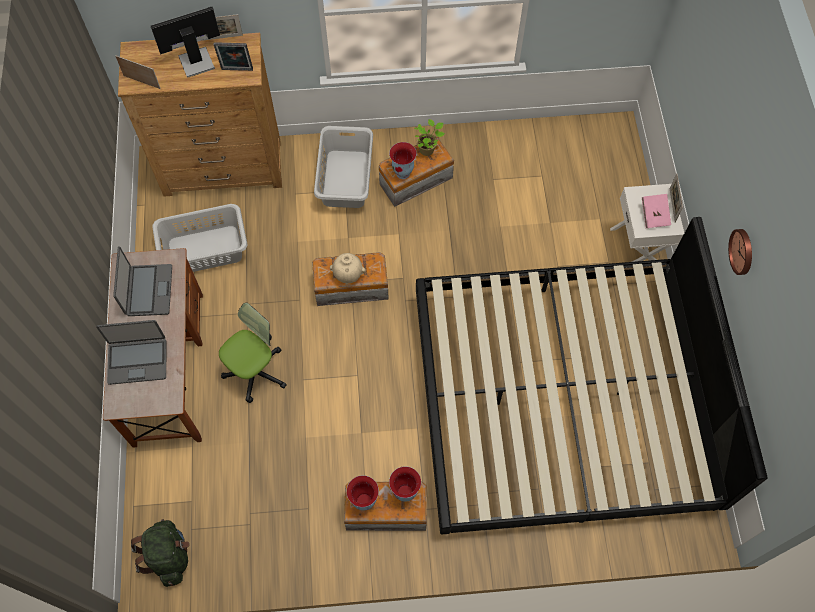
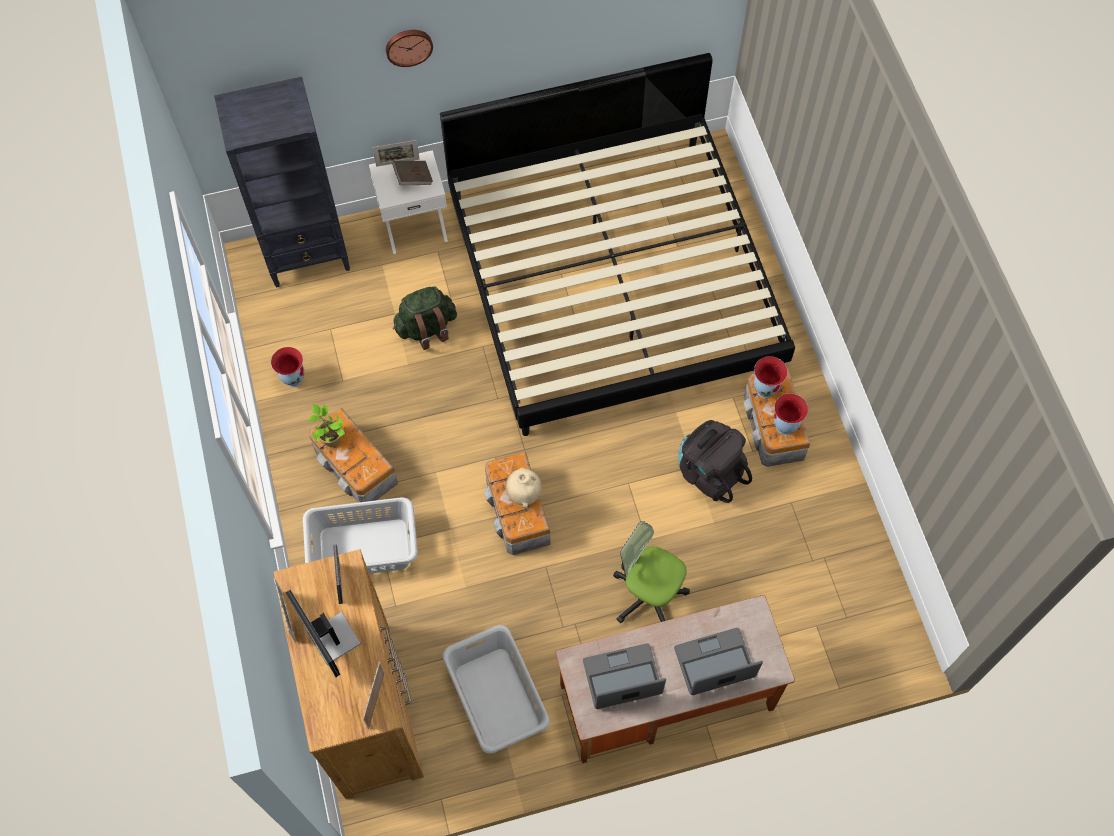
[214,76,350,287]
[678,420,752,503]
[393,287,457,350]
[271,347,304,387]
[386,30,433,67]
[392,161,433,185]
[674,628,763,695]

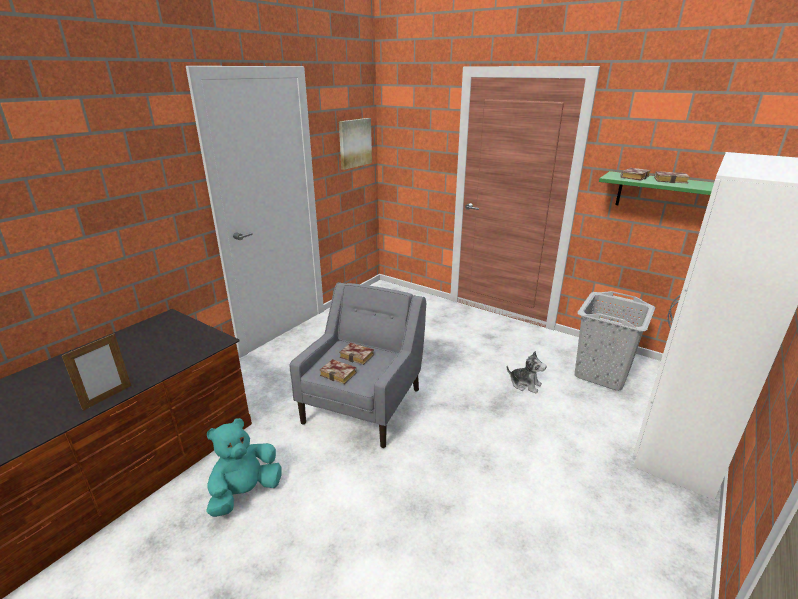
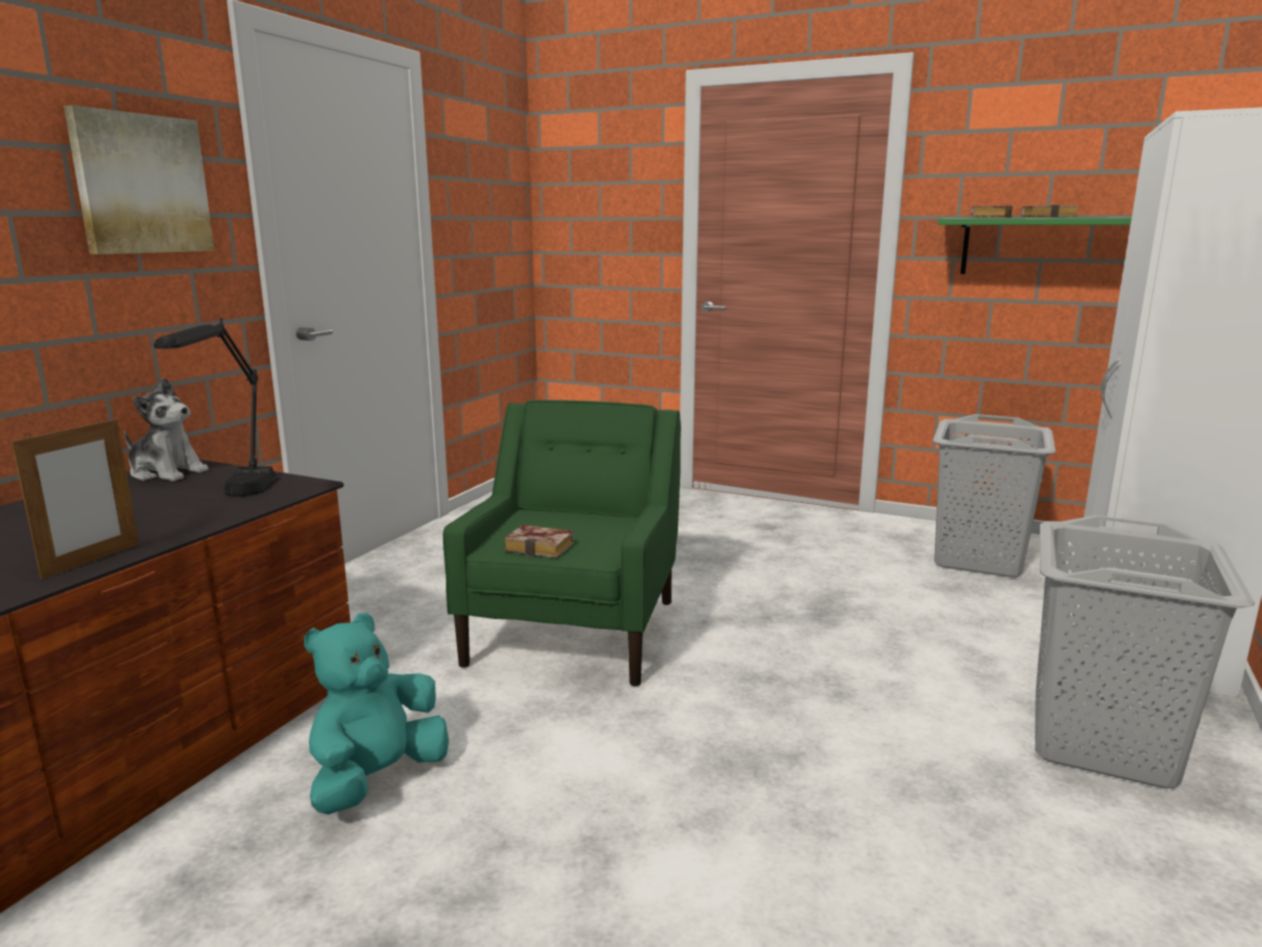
[339,343,374,365] (first image)
[154,317,277,497]
[1035,515,1255,788]
[64,105,214,254]
[124,377,209,481]
[443,400,681,686]

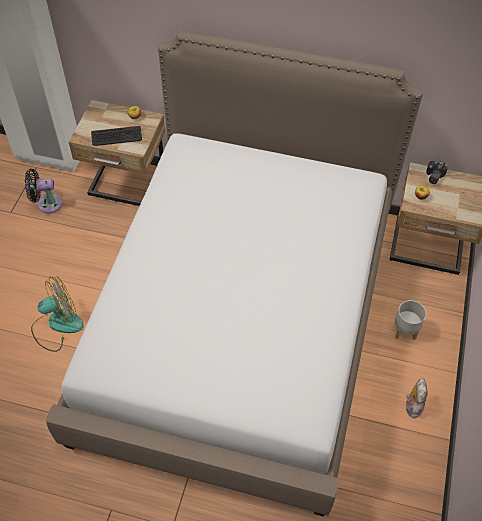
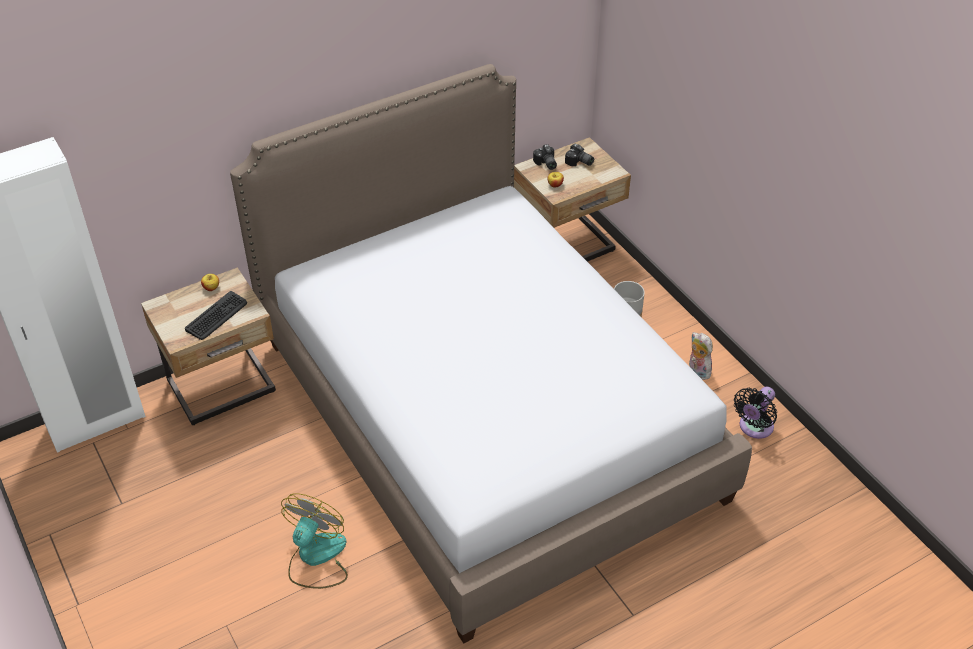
[565,144,594,166]
[734,387,777,439]

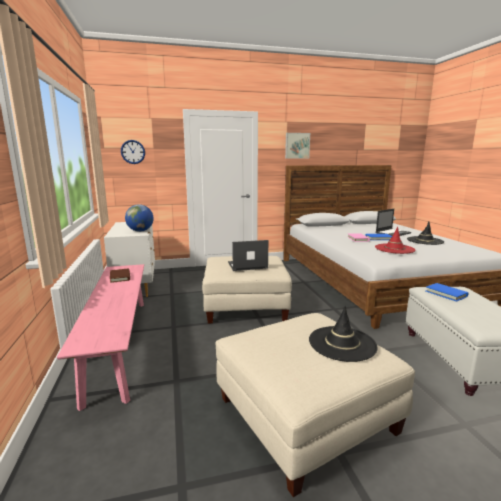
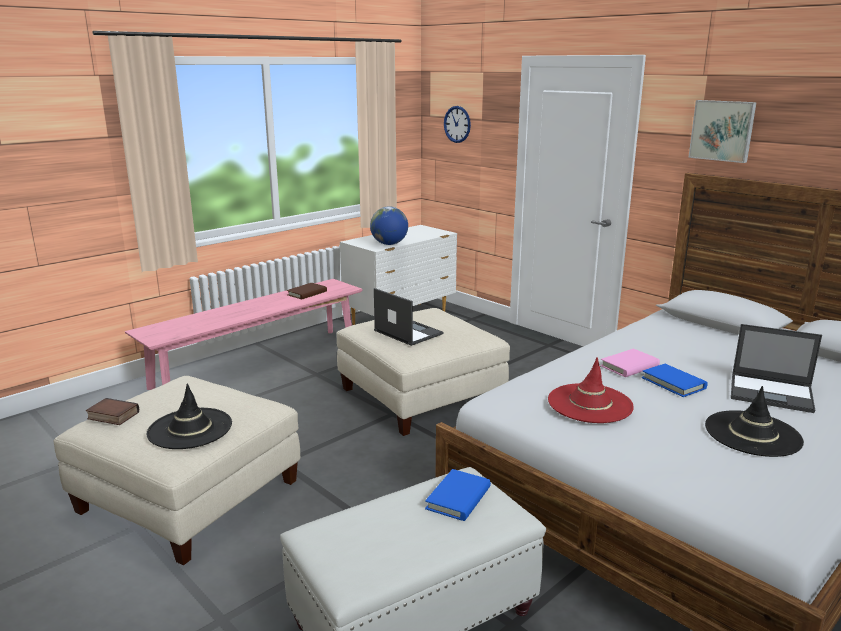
[86,398,139,425]

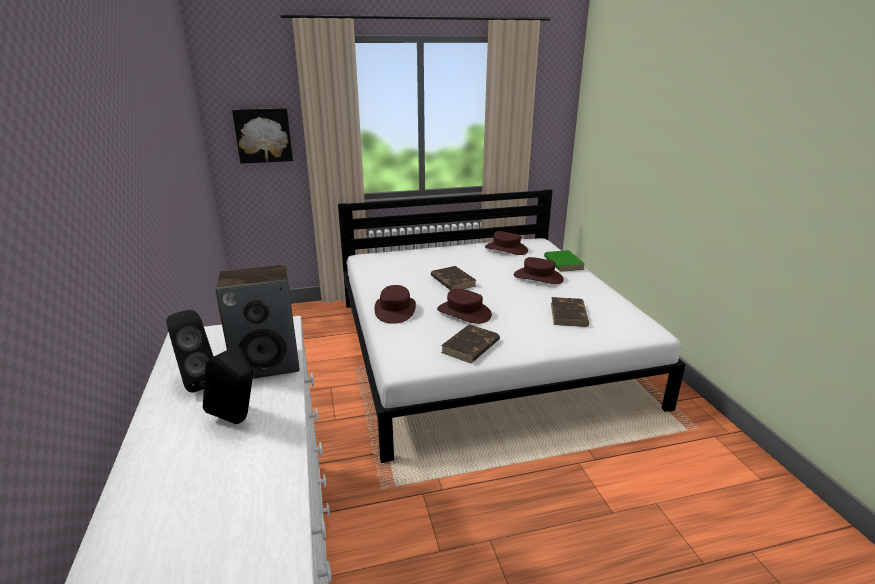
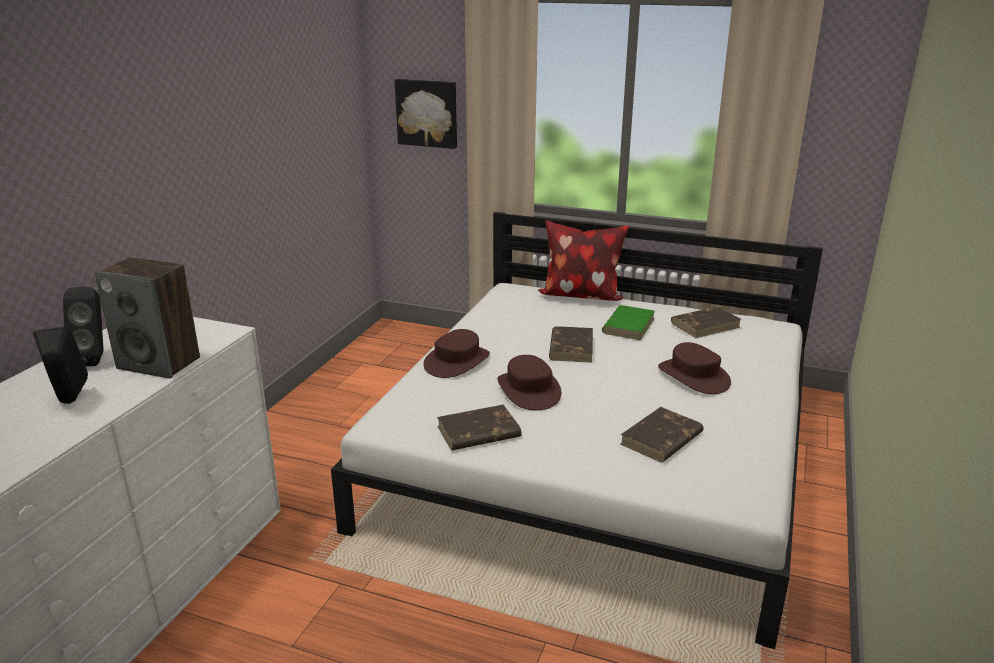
[538,220,629,301]
[602,305,655,340]
[671,307,742,338]

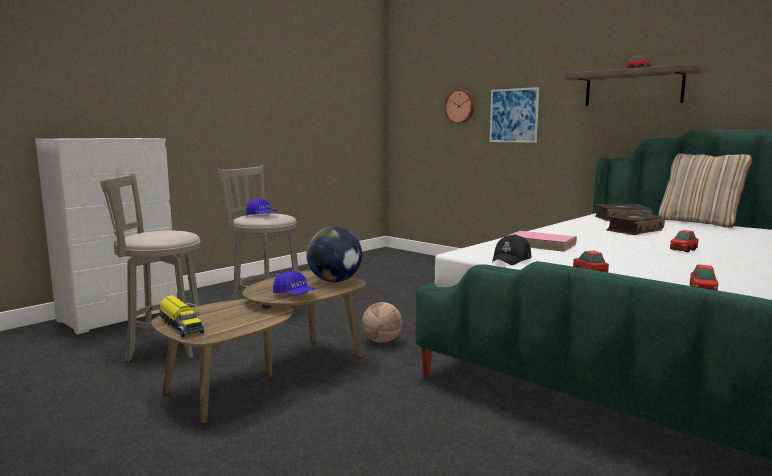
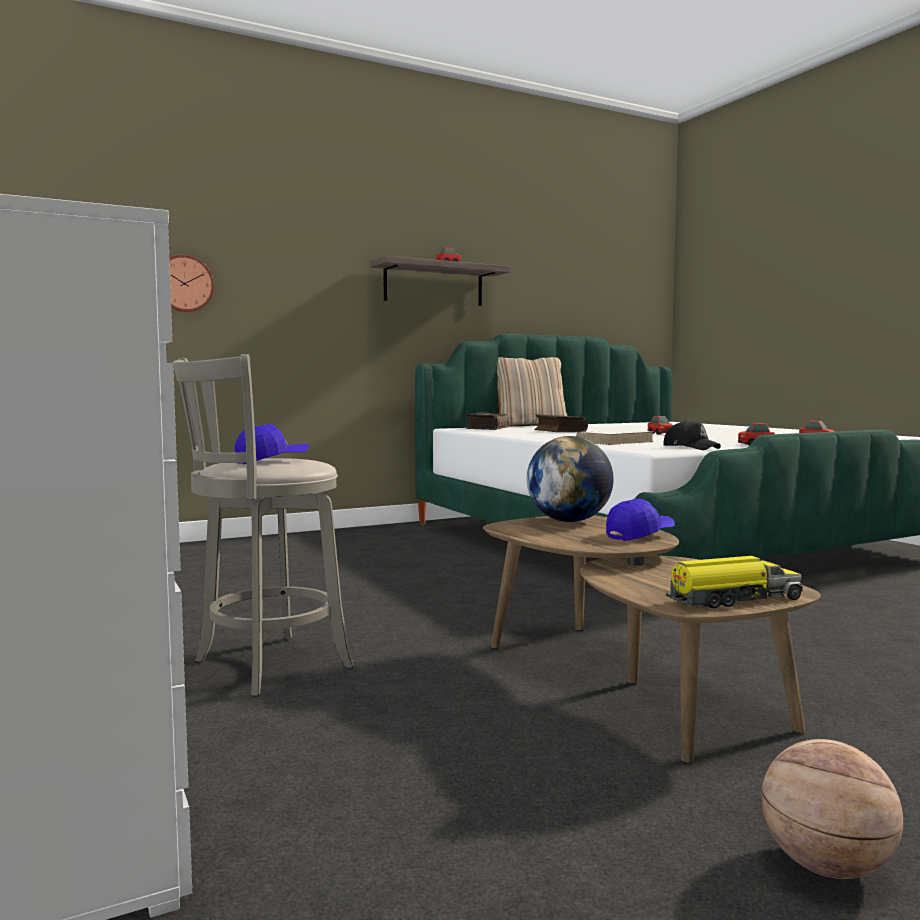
[100,173,200,362] (first image)
[490,87,539,143] (first image)
[761,739,903,879]
[576,430,653,445]

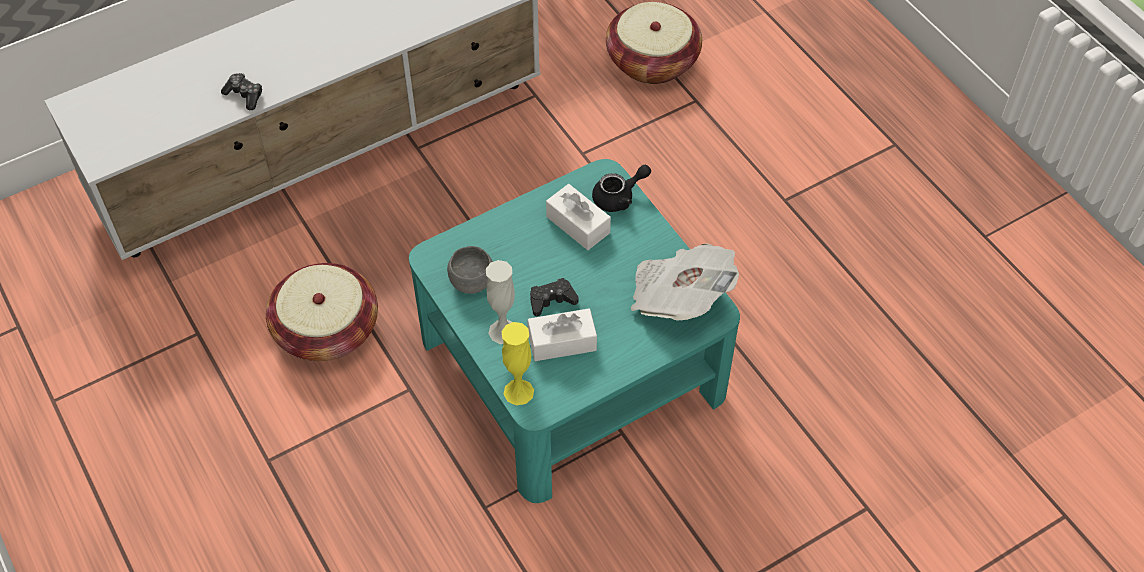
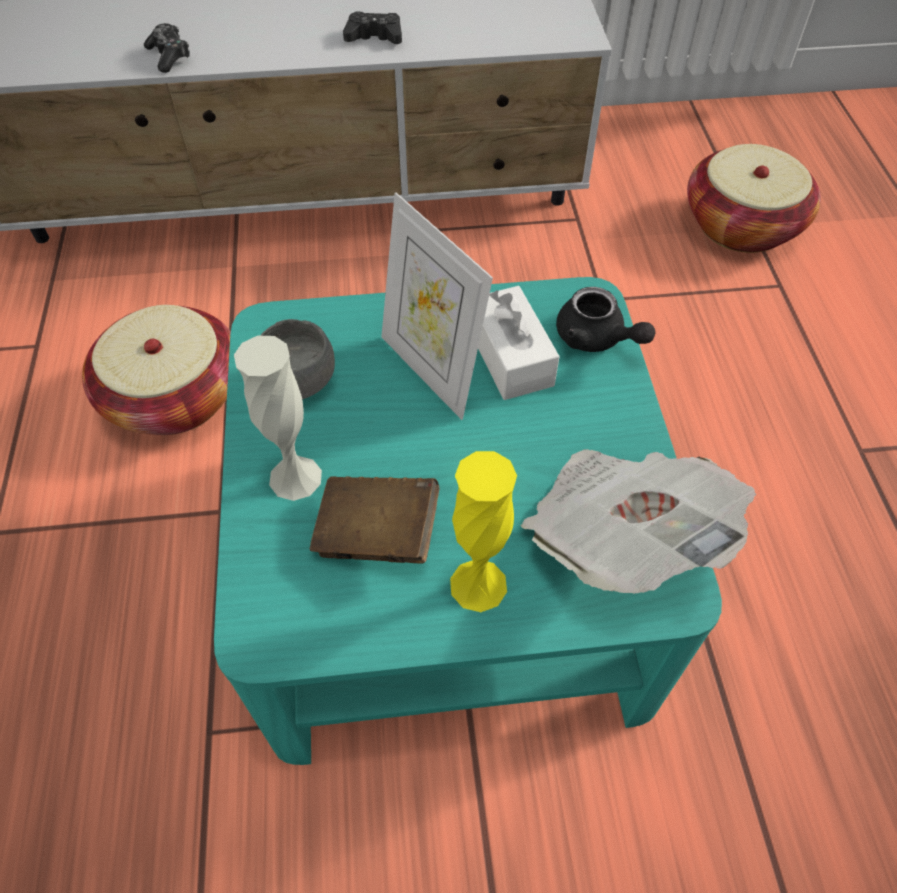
[381,193,493,420]
[450,451,517,612]
[343,11,402,44]
[310,476,439,563]
[556,287,656,352]

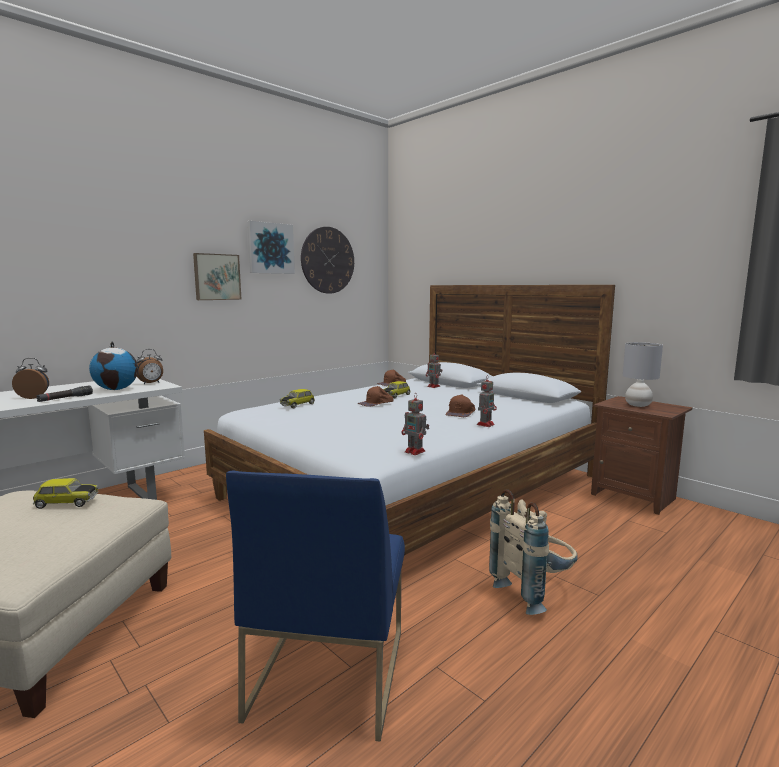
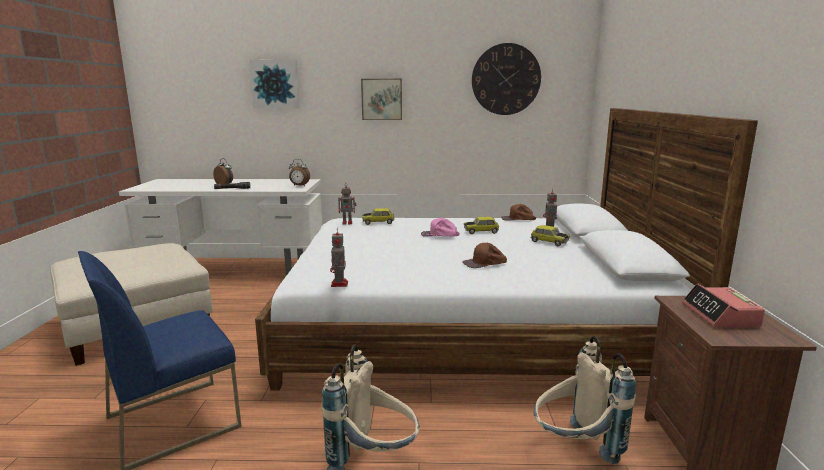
[89,341,138,390] (first image)
[534,336,636,464]
[531,225,570,246]
[249,60,300,109]
[338,183,356,225]
[682,284,765,327]
[421,218,460,237]

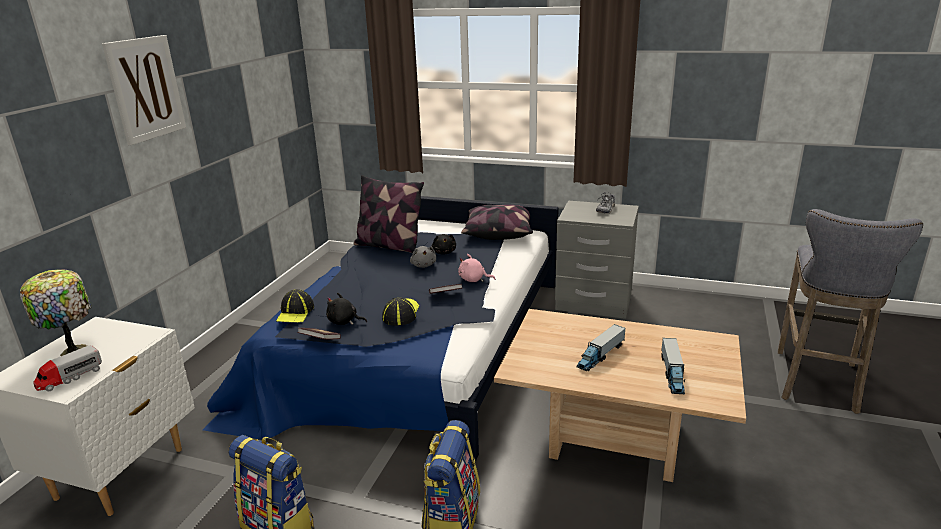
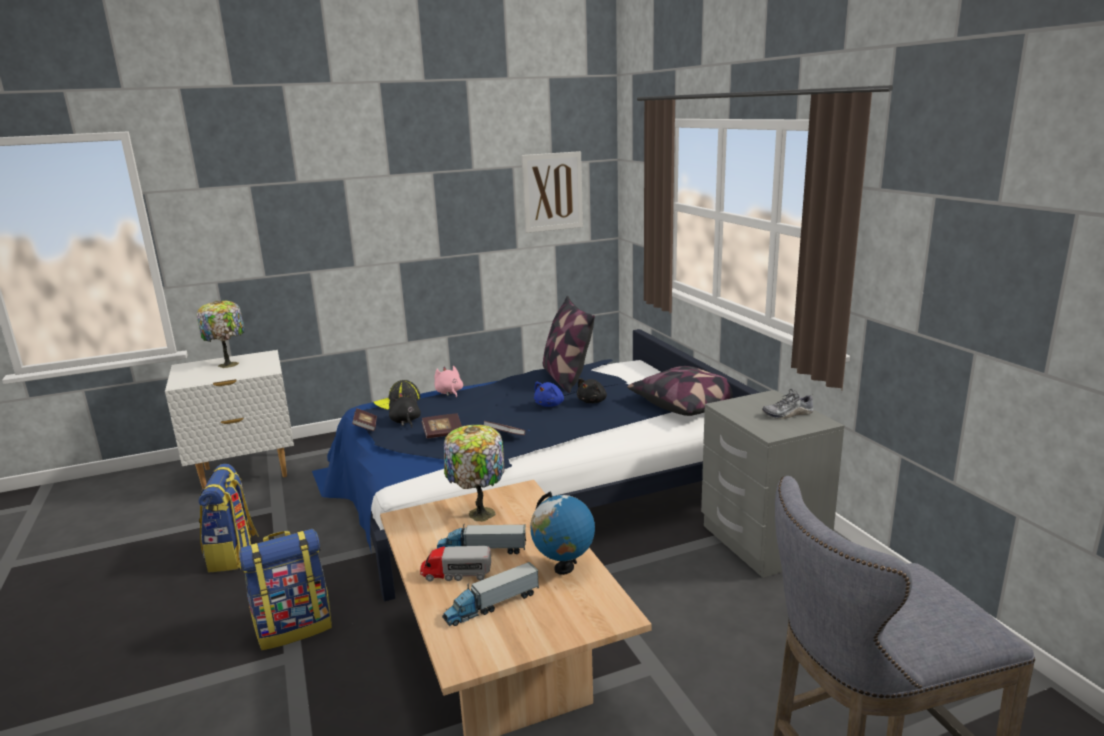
[444,425,504,522]
[530,492,595,575]
[420,546,491,581]
[522,151,583,233]
[434,366,463,398]
[421,413,462,439]
[534,382,564,407]

